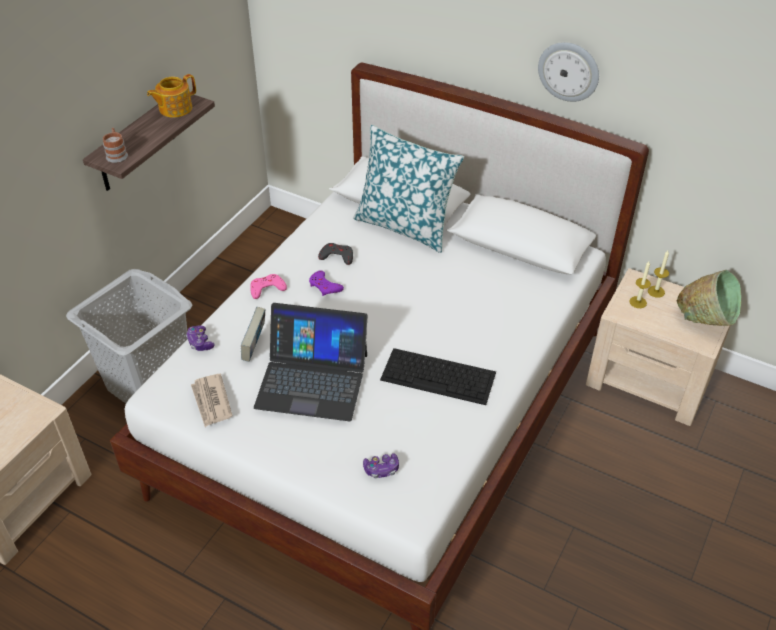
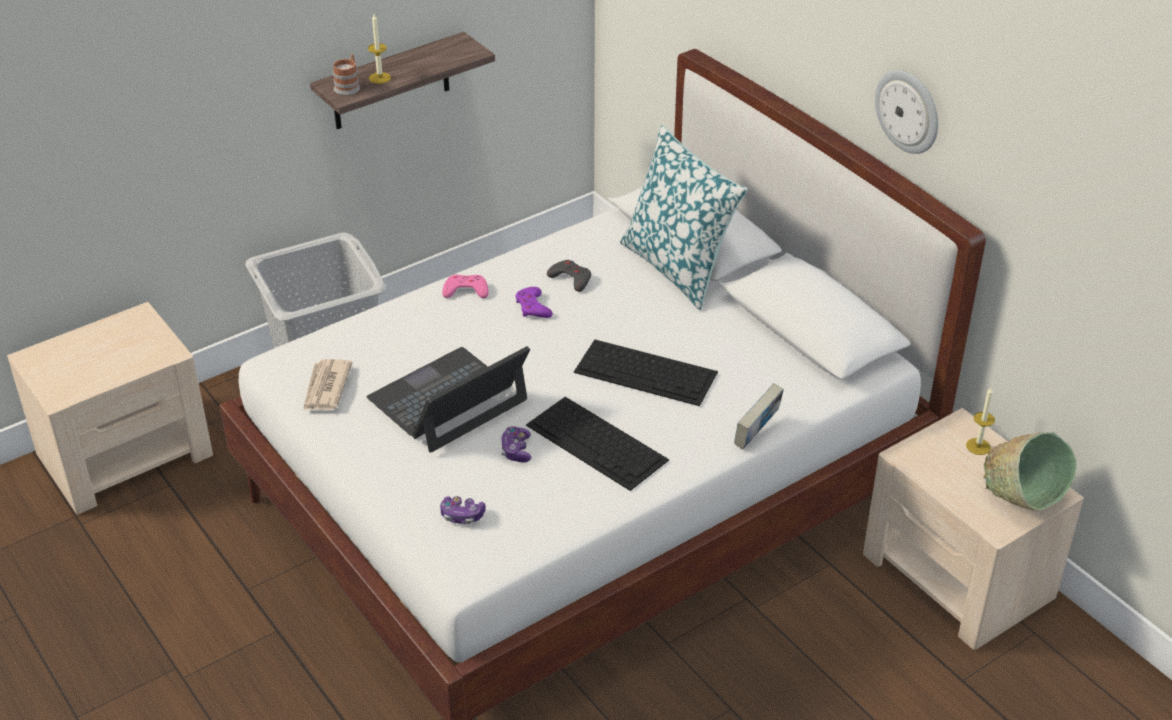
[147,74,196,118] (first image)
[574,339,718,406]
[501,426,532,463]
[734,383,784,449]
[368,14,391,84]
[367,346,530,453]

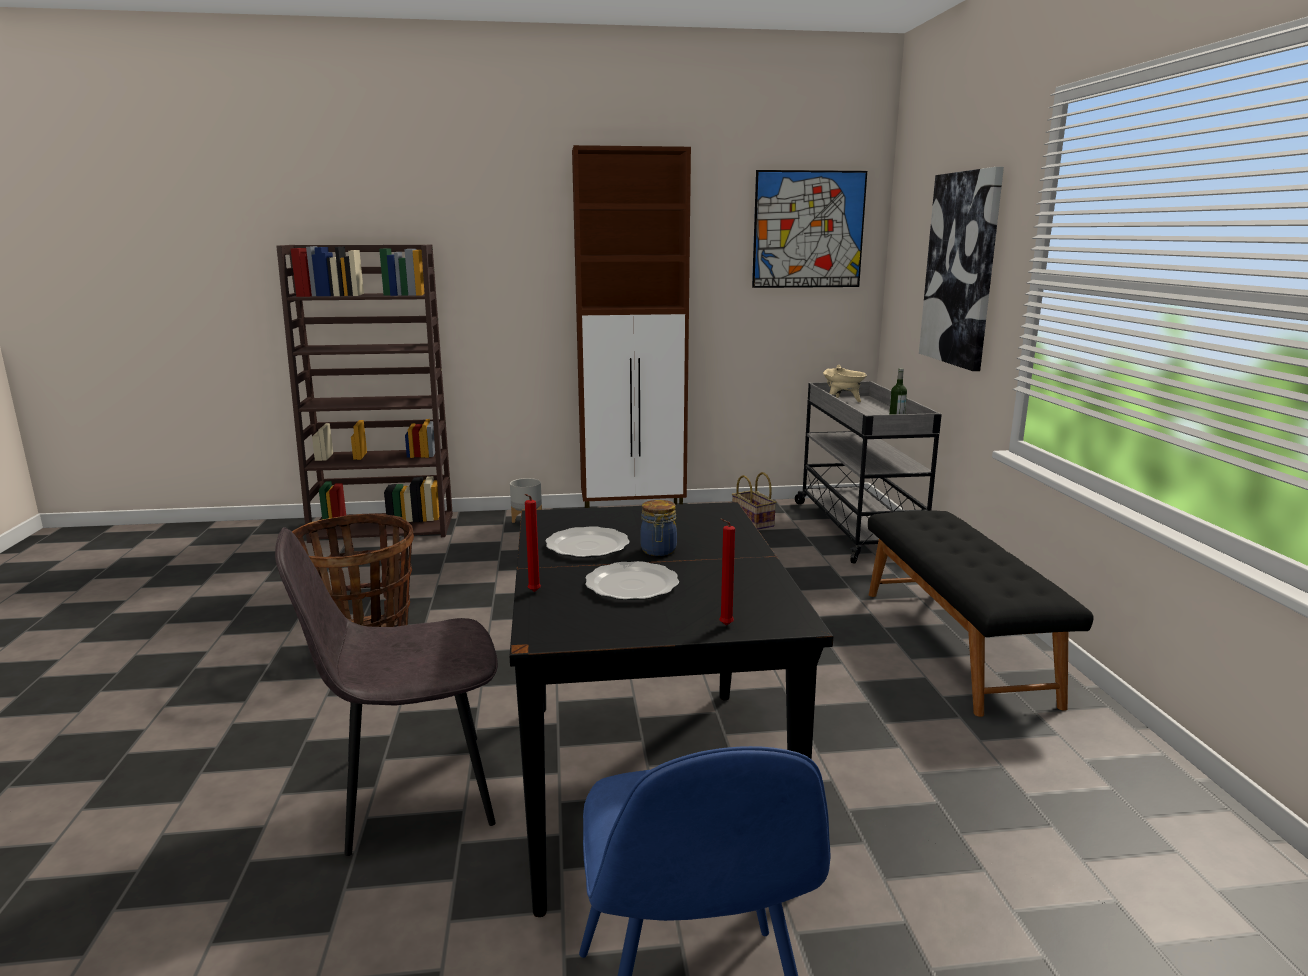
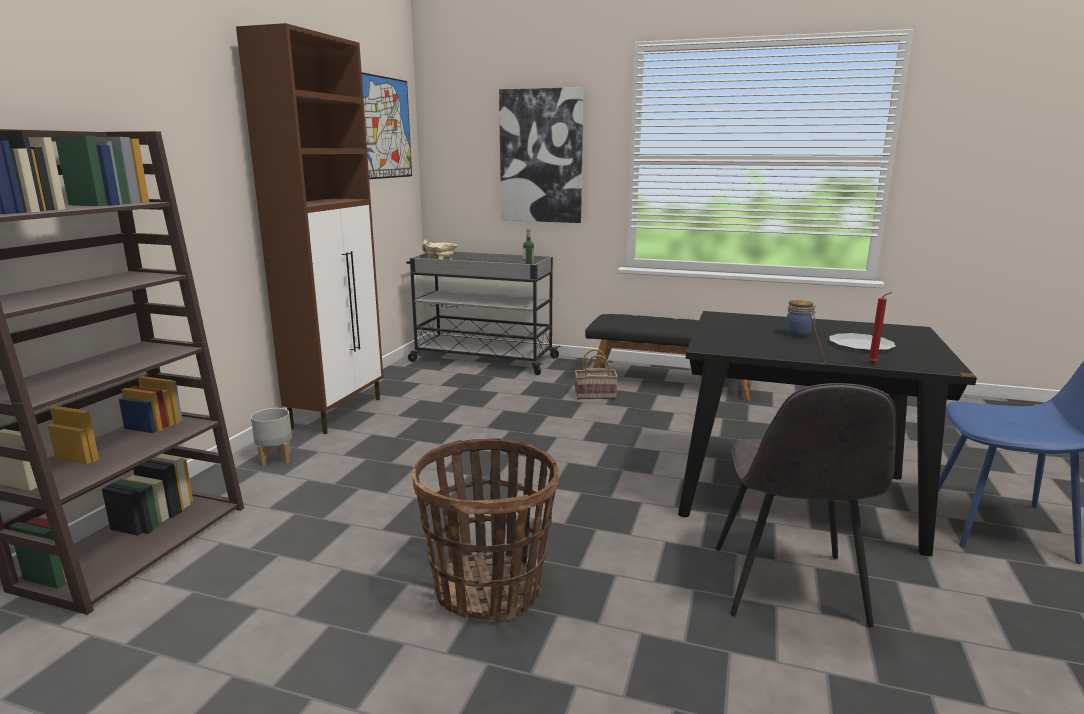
[546,526,630,558] (first image)
[719,519,735,626] (first image)
[575,349,618,399]

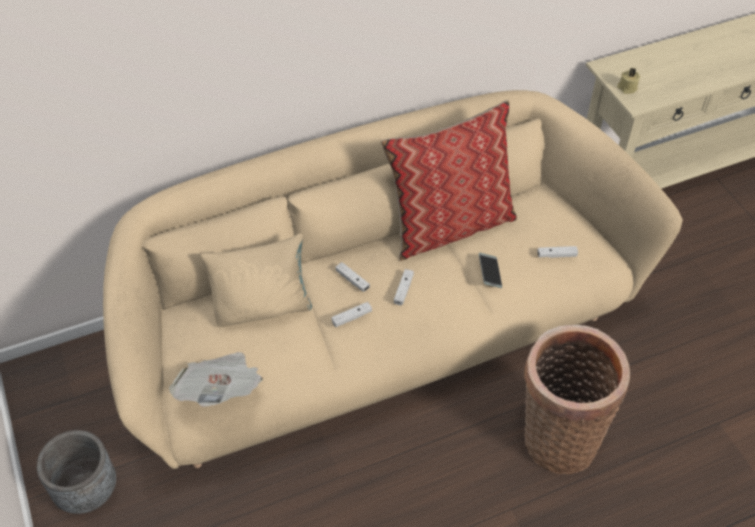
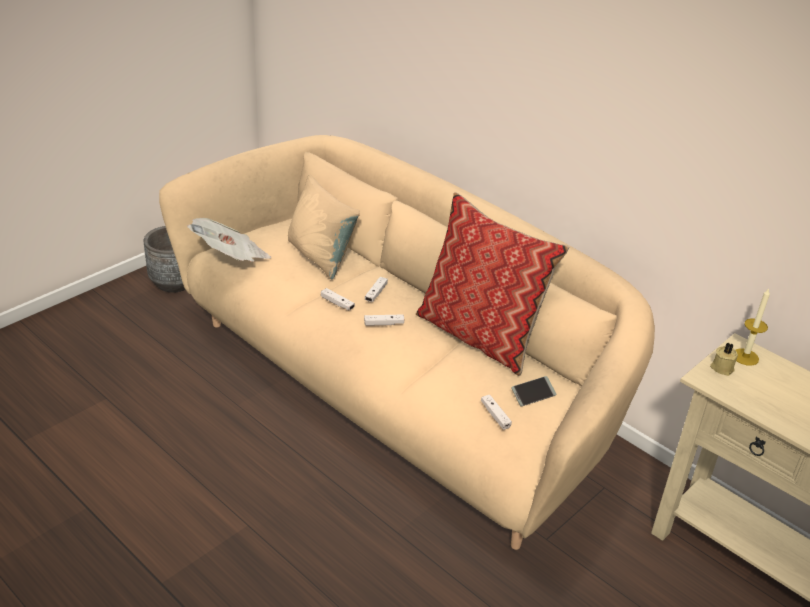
[524,325,630,474] (first image)
[736,288,770,366]
[511,376,556,407]

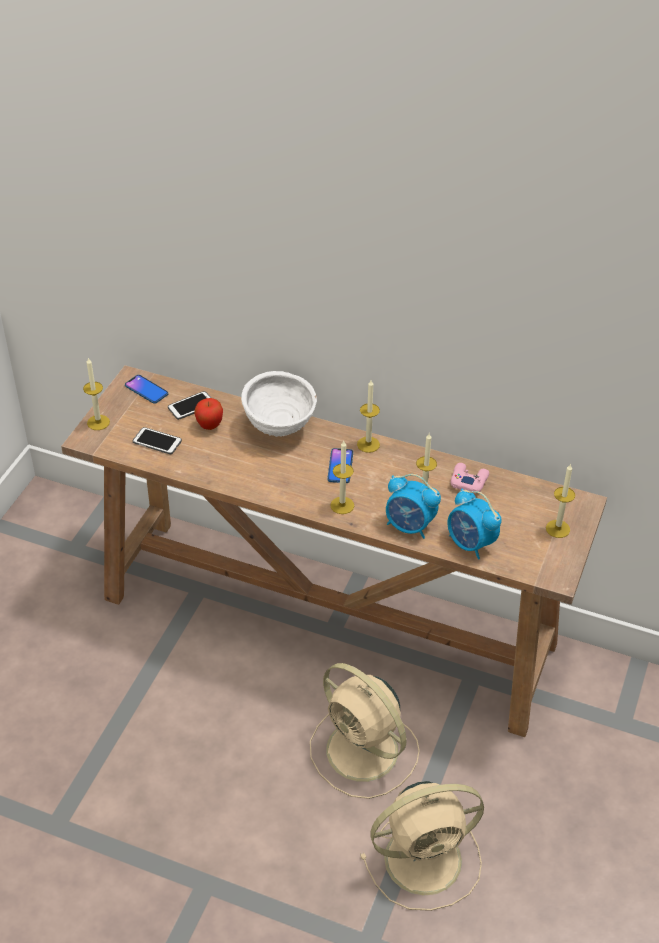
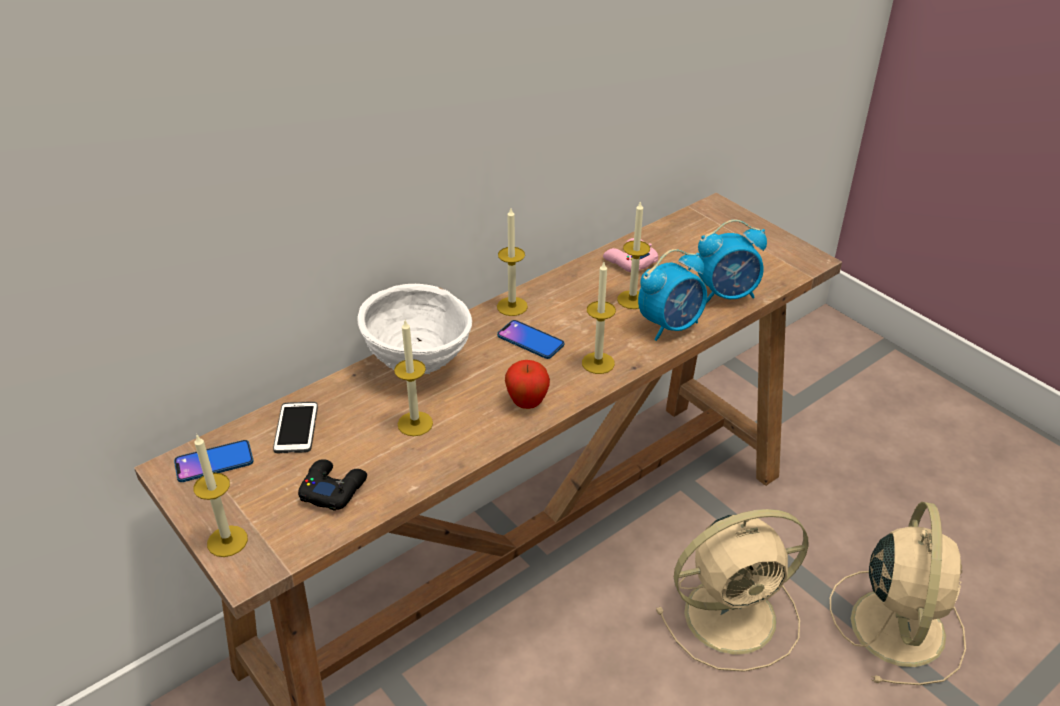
[505,360,550,409]
[394,320,433,436]
[298,459,367,511]

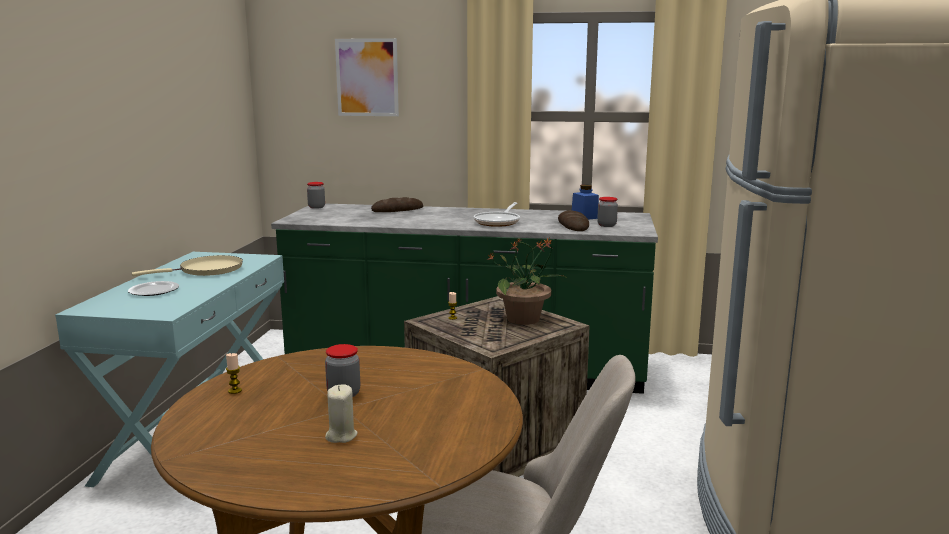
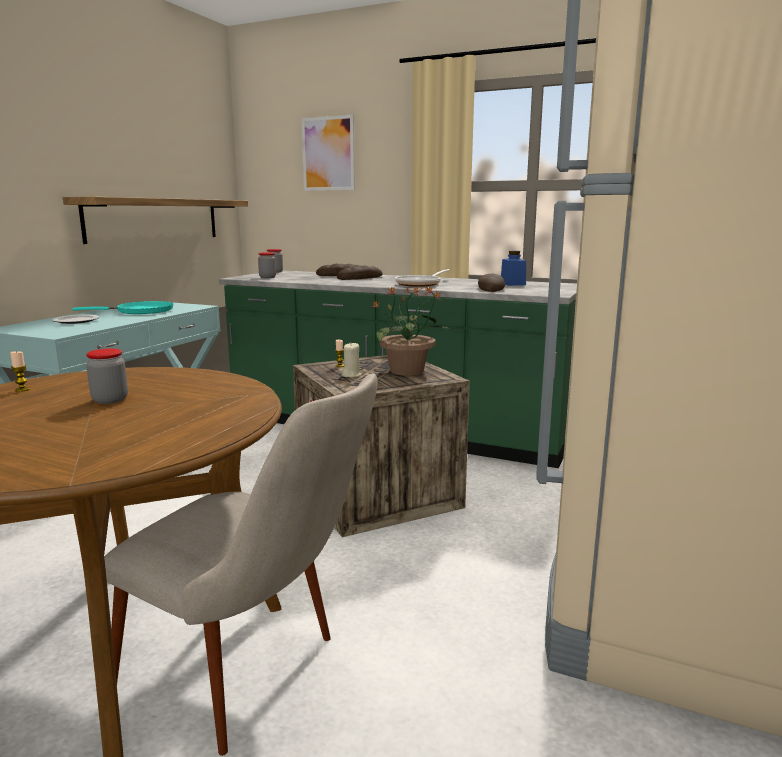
[63,197,248,244]
[337,266,382,280]
[342,343,361,378]
[258,252,276,278]
[72,301,174,314]

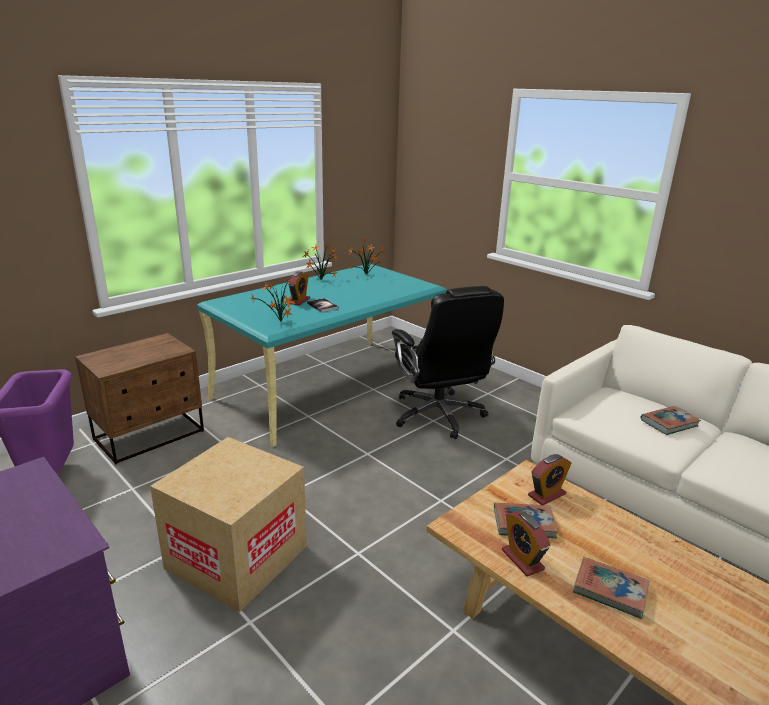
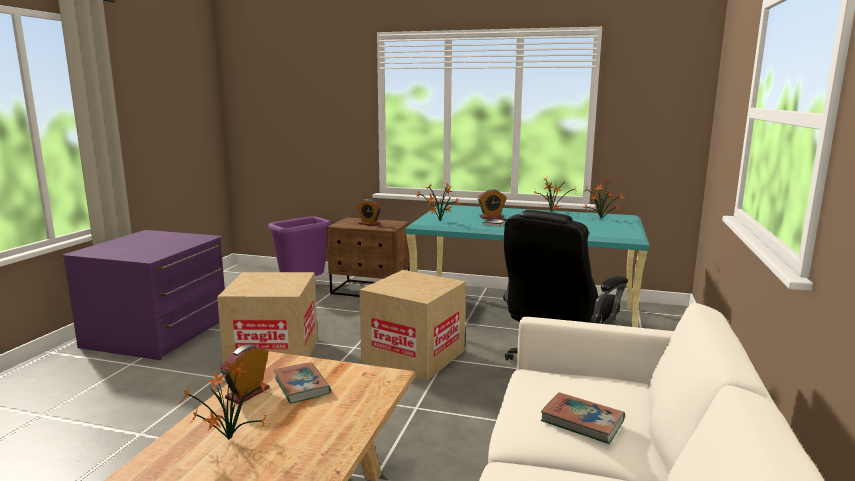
[359,270,466,381]
[357,199,381,226]
[179,361,267,440]

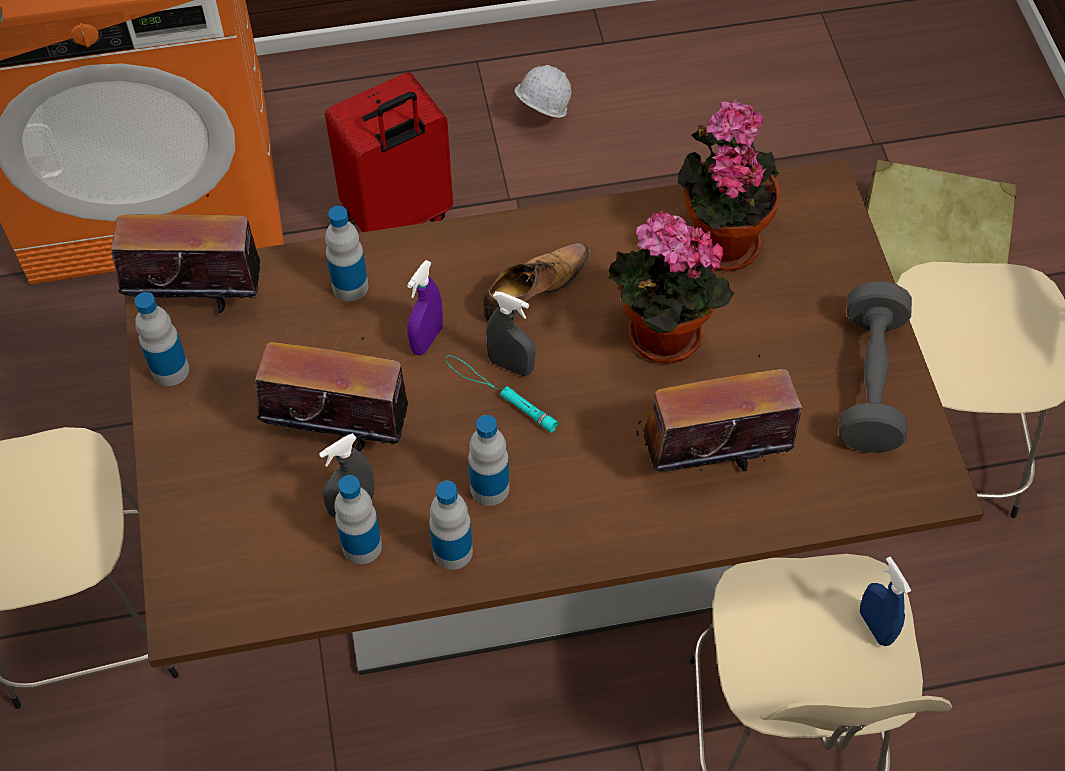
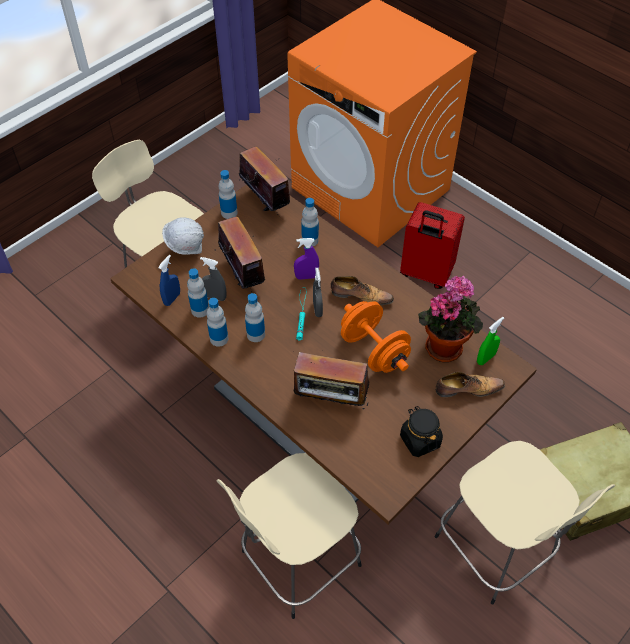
[436,372,505,397]
[477,317,504,365]
[162,217,204,255]
[158,255,180,306]
[341,301,411,373]
[400,406,443,457]
[293,352,370,410]

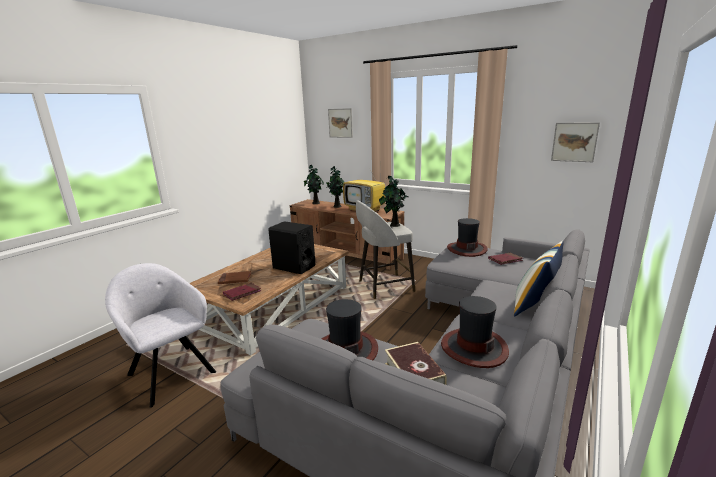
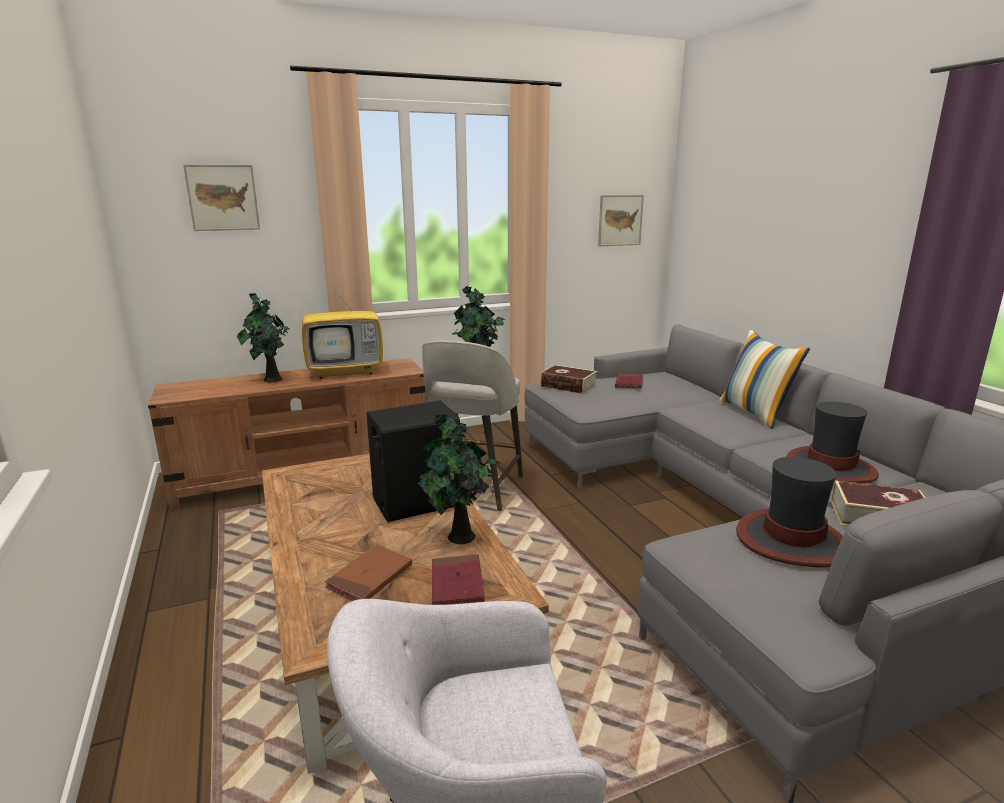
[418,412,500,544]
[540,365,597,394]

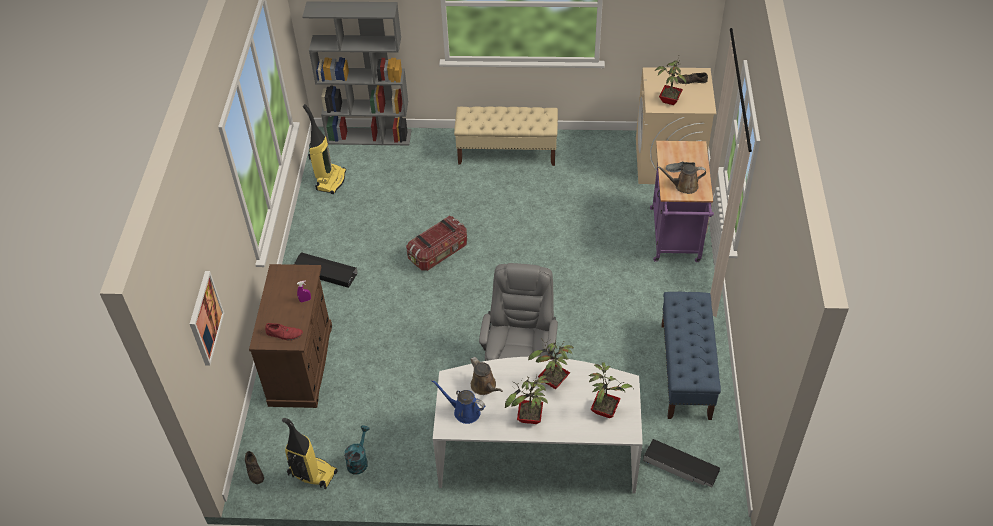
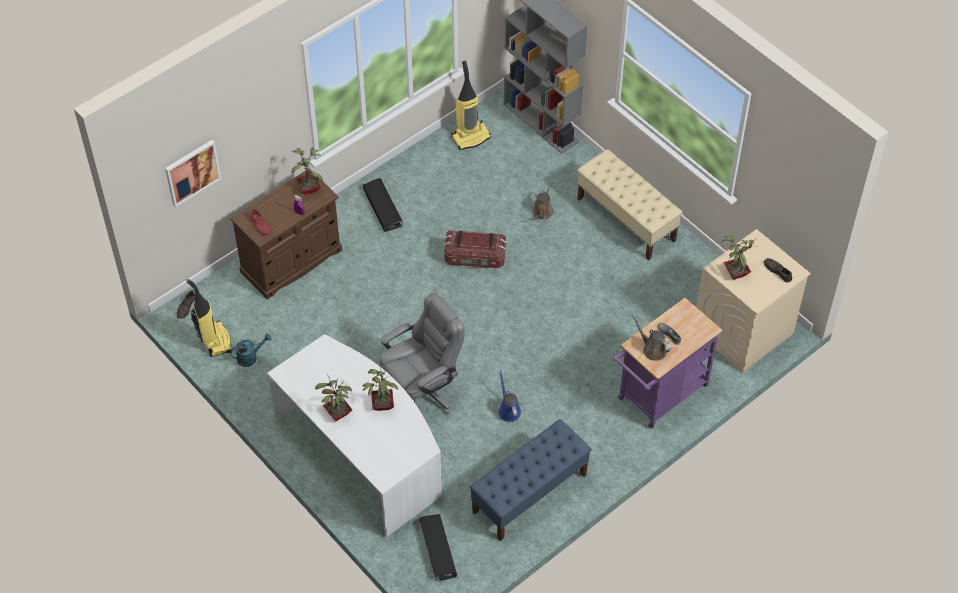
[499,371,521,422]
[533,188,553,220]
[291,148,323,195]

